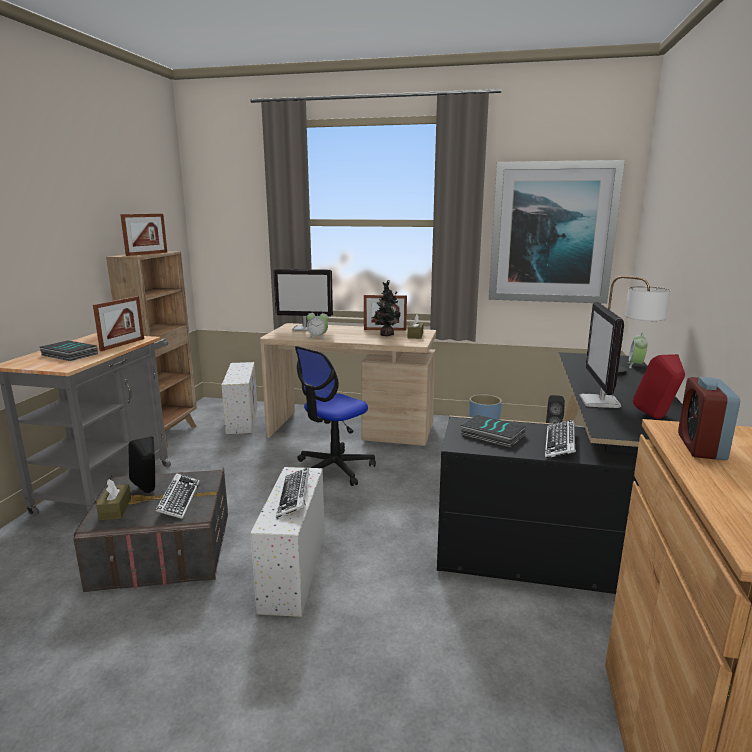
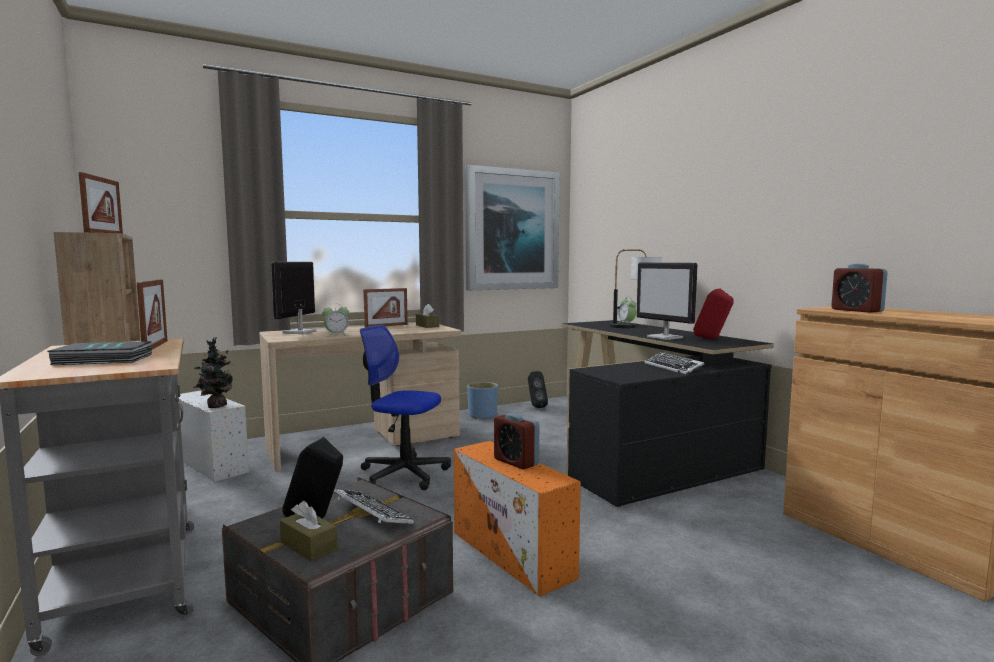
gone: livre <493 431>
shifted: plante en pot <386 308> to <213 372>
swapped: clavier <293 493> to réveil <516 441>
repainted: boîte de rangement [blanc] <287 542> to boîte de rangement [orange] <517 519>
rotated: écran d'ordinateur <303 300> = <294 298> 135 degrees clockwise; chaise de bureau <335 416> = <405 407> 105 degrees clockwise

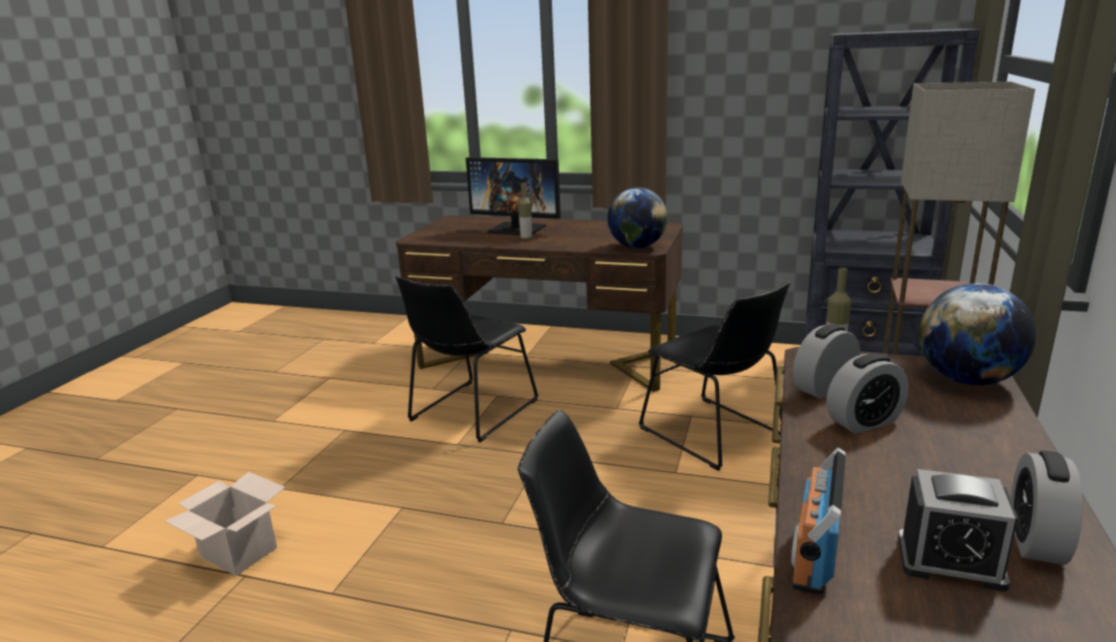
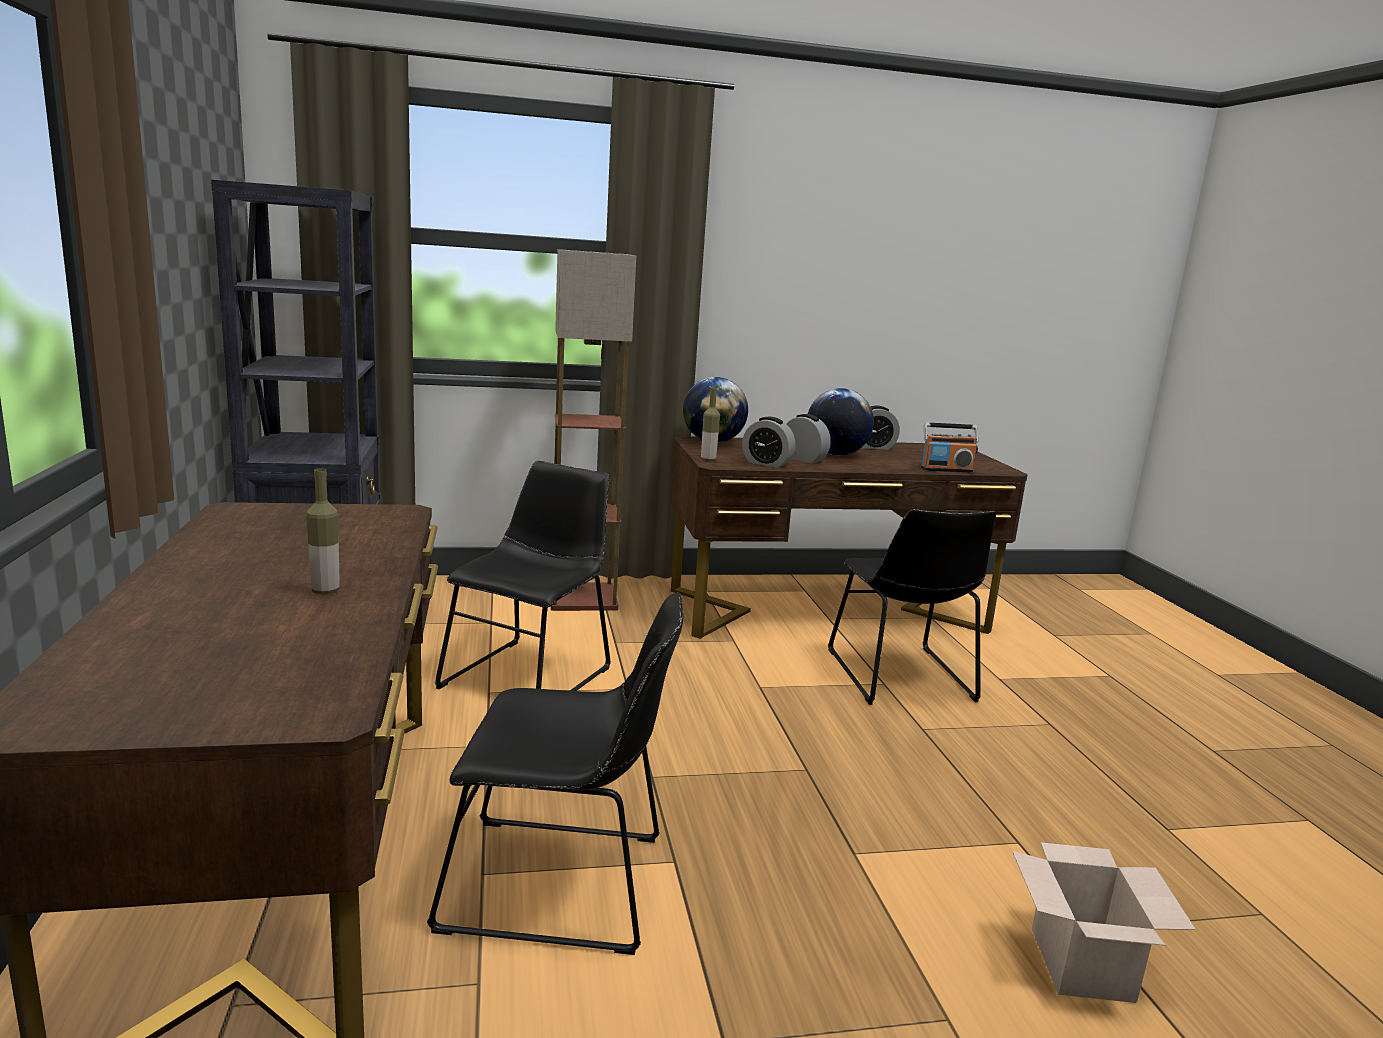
gone: écran d'ordinateur <513 196>; réveil <958 530>
shifted: globe <637 217> to <841 421>

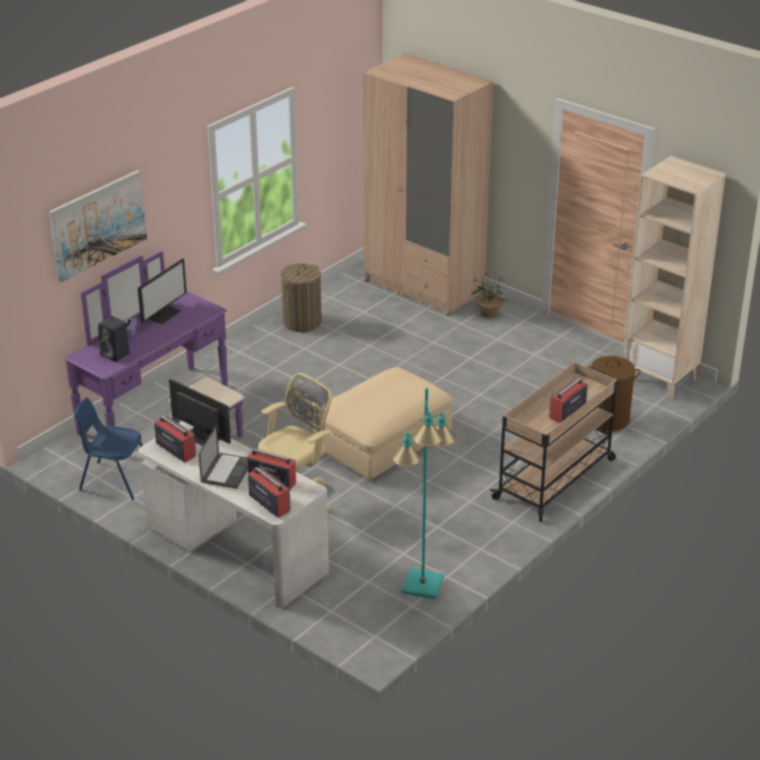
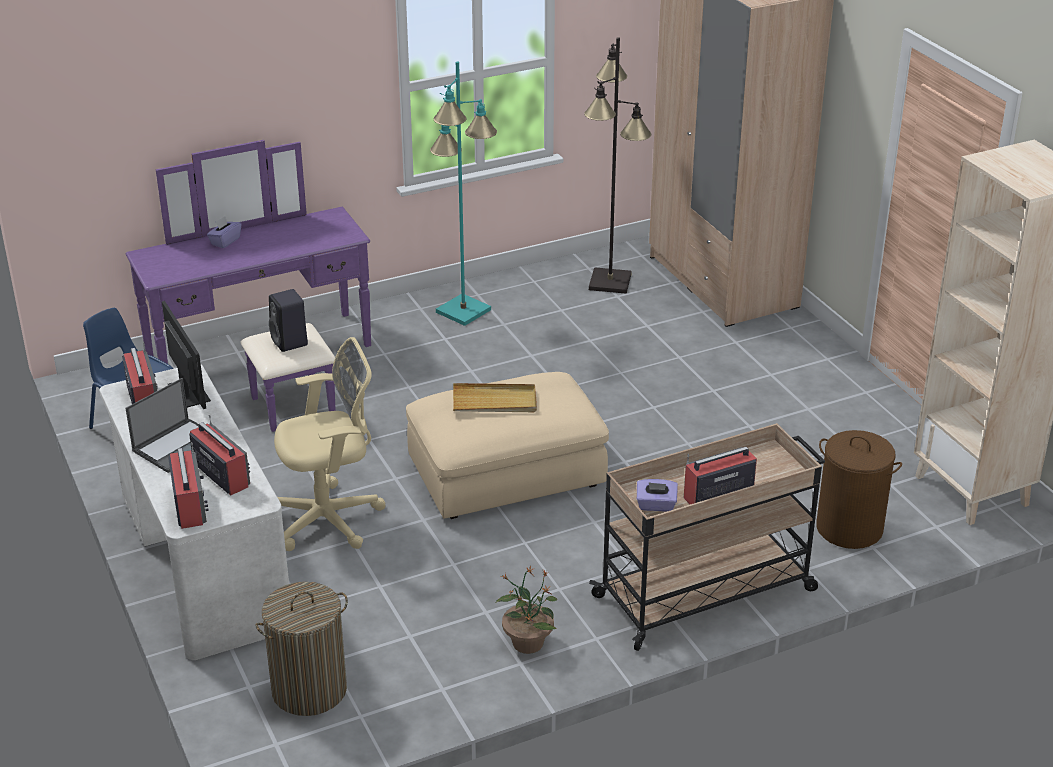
gone: tableau <98 226>; écran d'ordinateur <162 291>
new: plateau [beige] <495 397>; lampadaire [noir] <617 165>; boîte à mouchoirs [violet] <657 495>
shifted: panier à linge <301 297> to <302 649>; enceinte [noir] <114 339> to <288 320>; lampadaire [turquoise] <424 493> to <463 193>; plante en pot <489 294> to <527 610>

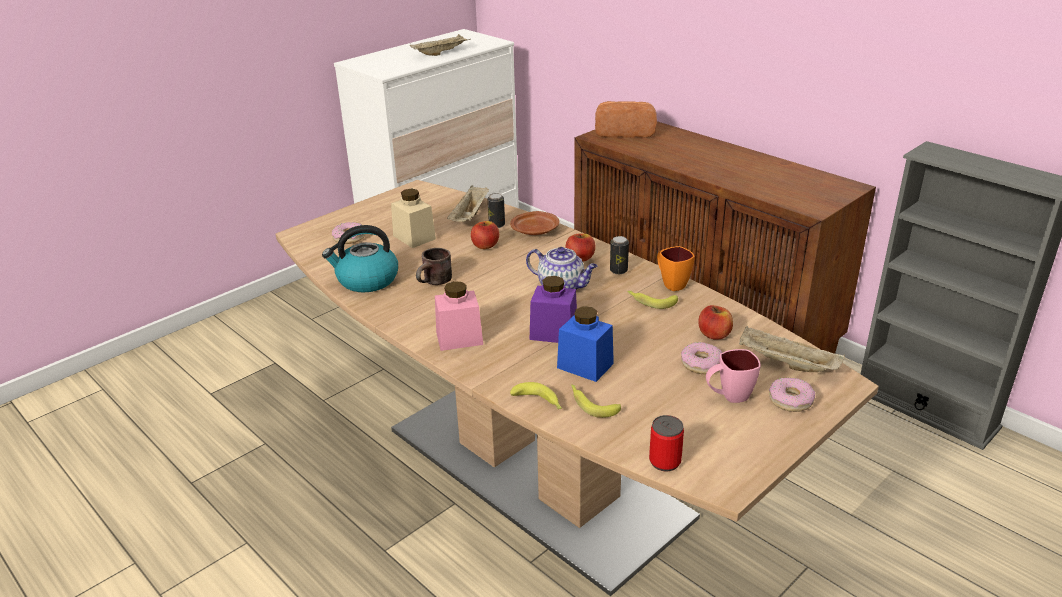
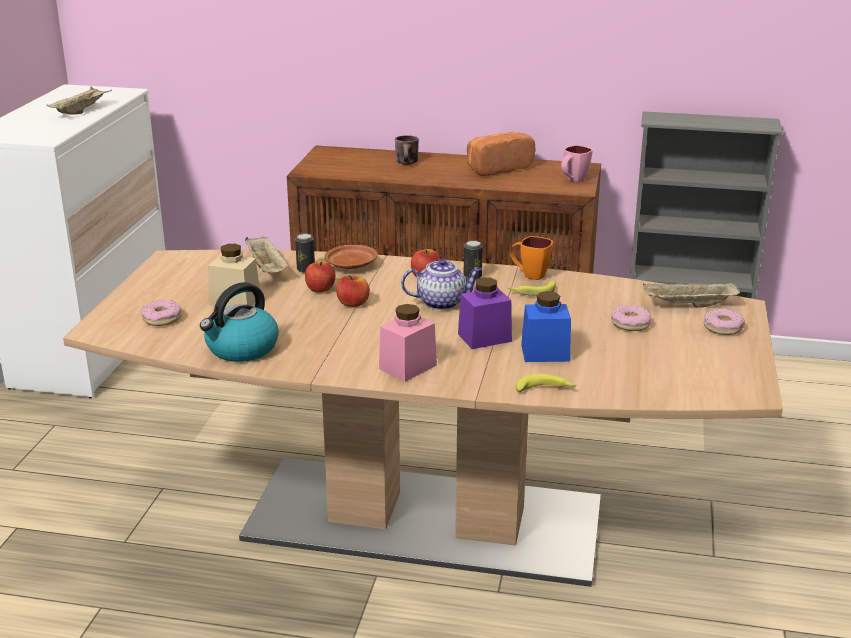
gone: banane <596 401>; boîte métallique <666 443>
shifted: pomme <715 322> to <353 291>; mug [marron] <434 266> to <407 150>; pain <626 119> to <501 154>; mug [rose] <733 376> to <577 163>

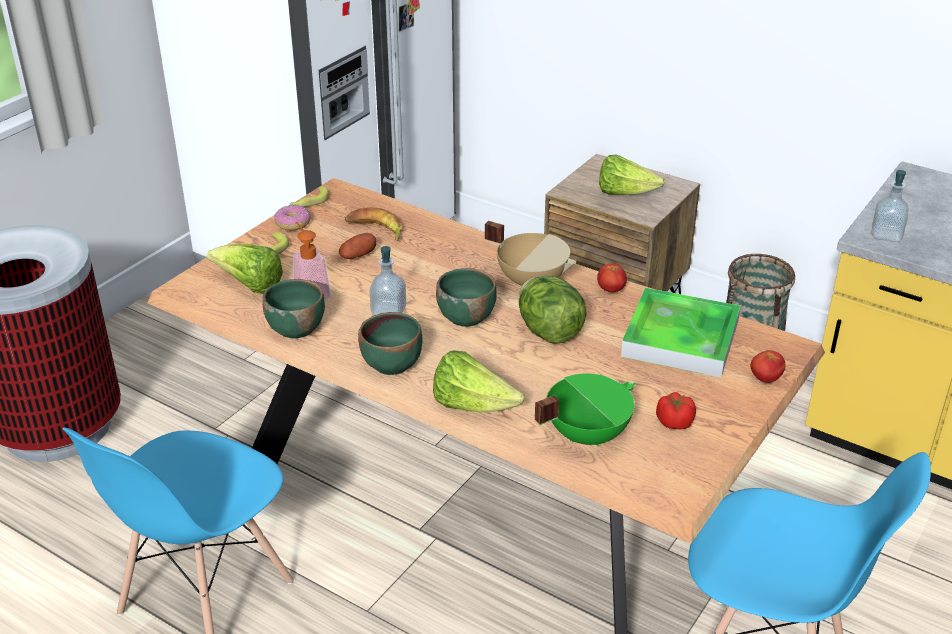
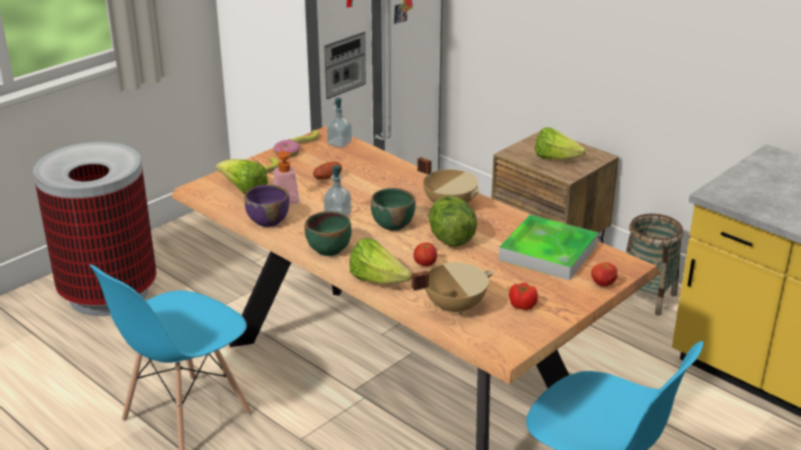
gone: banane <373 224>
shifted: distributeur de savon <889 206> to <339 123>; tomate <612 277> to <425 254>
repainted: bol [vert] <293 309> to bol [violet] <266 206>; marmite [vert] <585 410> to marmite [beige] <452 288>

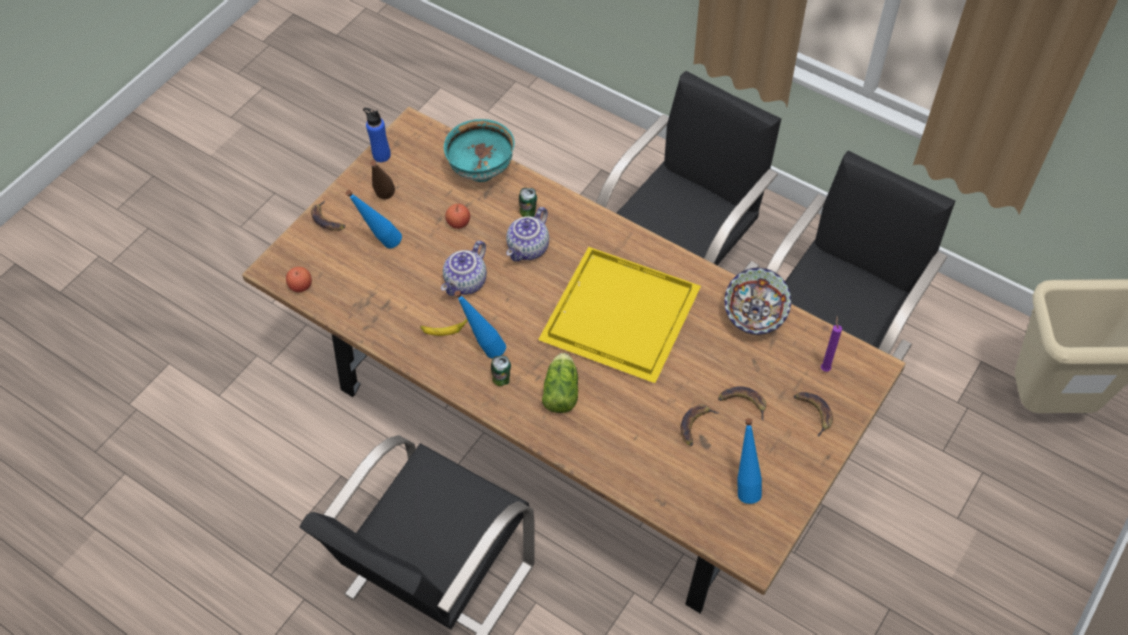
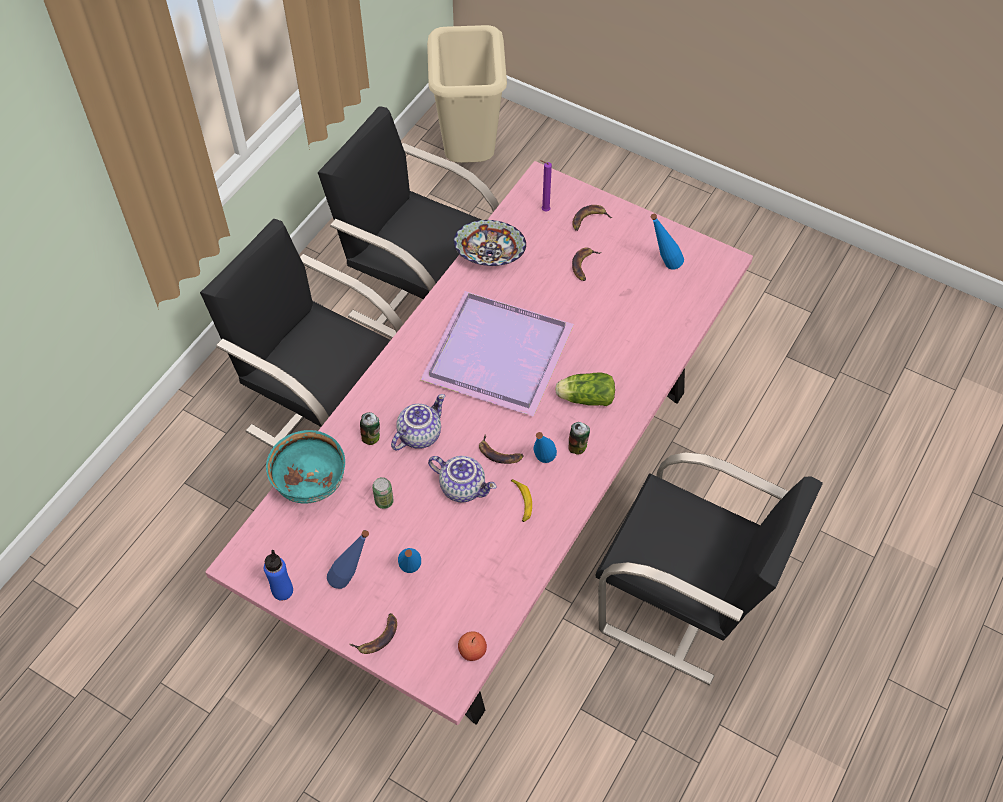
shifted: banane <700 425> to <501 449>
swapped: pomme <457 216> to boîte métallique <383 493>
repainted: table à manger [marron] <574 360> to table à manger [rose] <479 443>; bouteille [marron] <382 179> to bouteille [bleu] <348 559>; plateau [jaune] <619 315> to plateau [violet] <497 354>
rotated: théière <527 234> = <418 422> 75 degrees counterclockwise

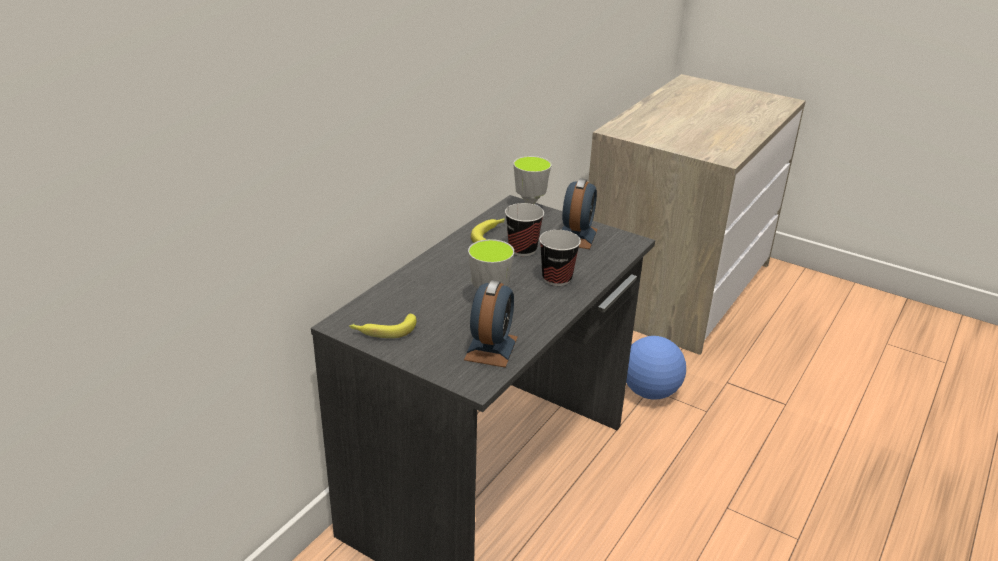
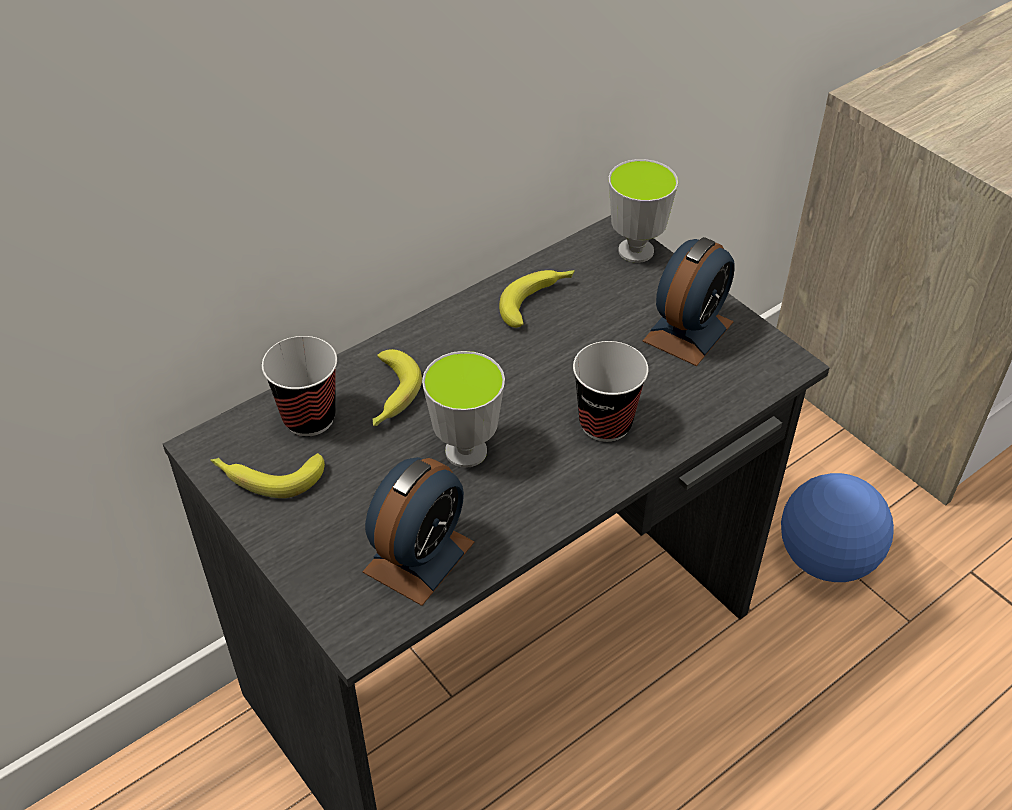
new: banane <397 387>
shifted: tasse <524 229> to <299 386>

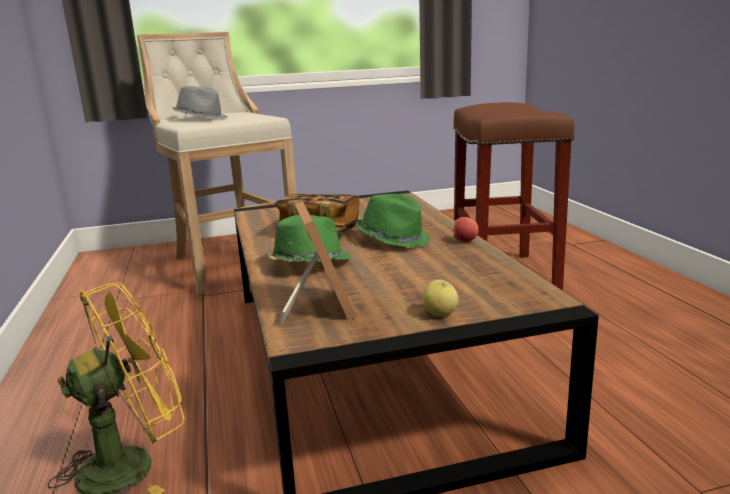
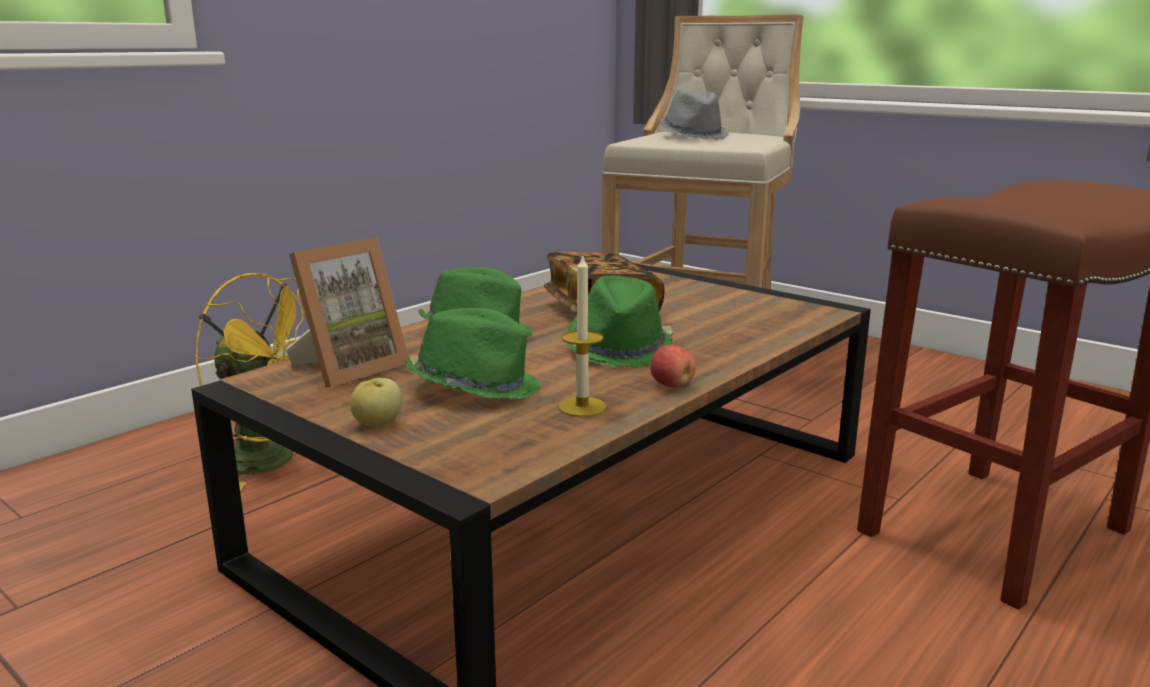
new: chapeau [vert] <473 353>; bougie <582 335>

